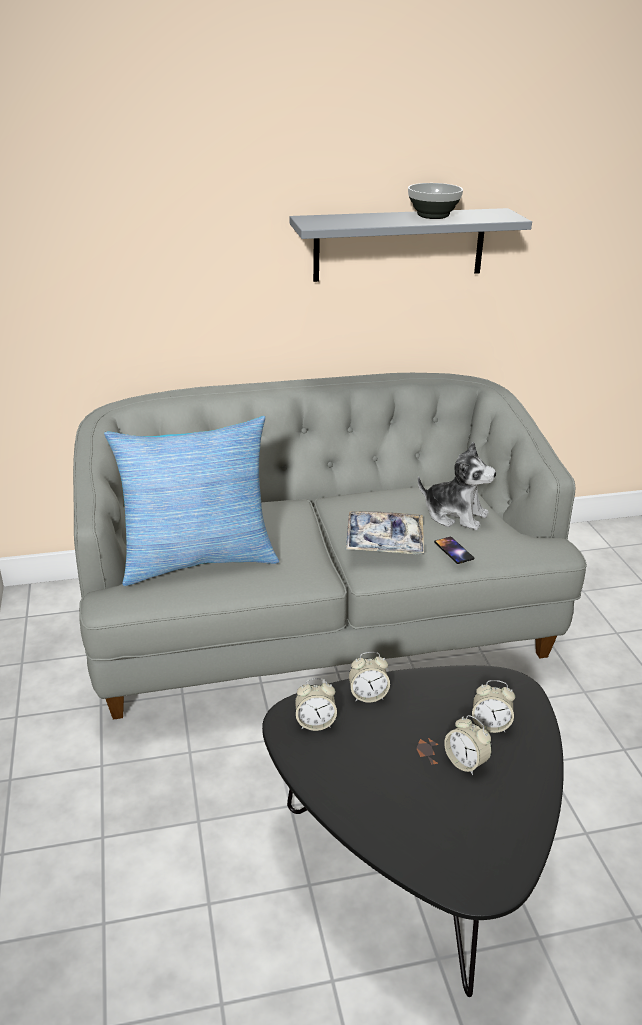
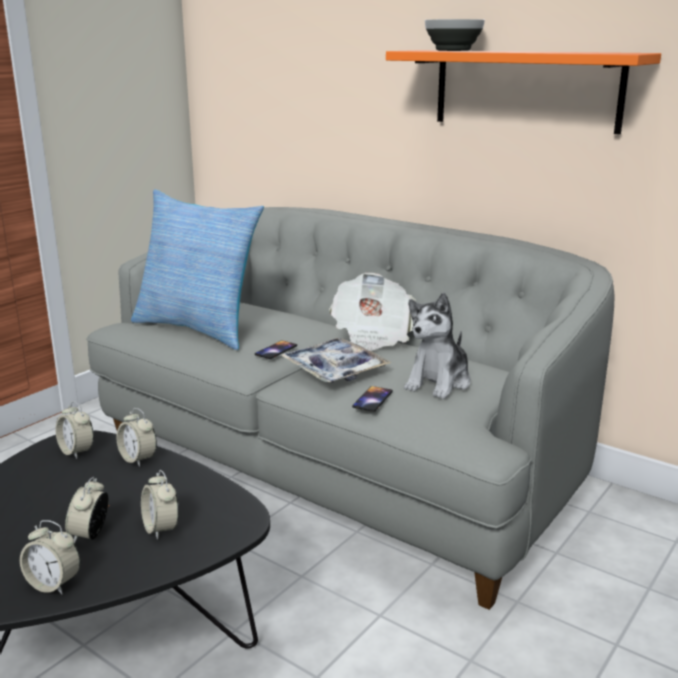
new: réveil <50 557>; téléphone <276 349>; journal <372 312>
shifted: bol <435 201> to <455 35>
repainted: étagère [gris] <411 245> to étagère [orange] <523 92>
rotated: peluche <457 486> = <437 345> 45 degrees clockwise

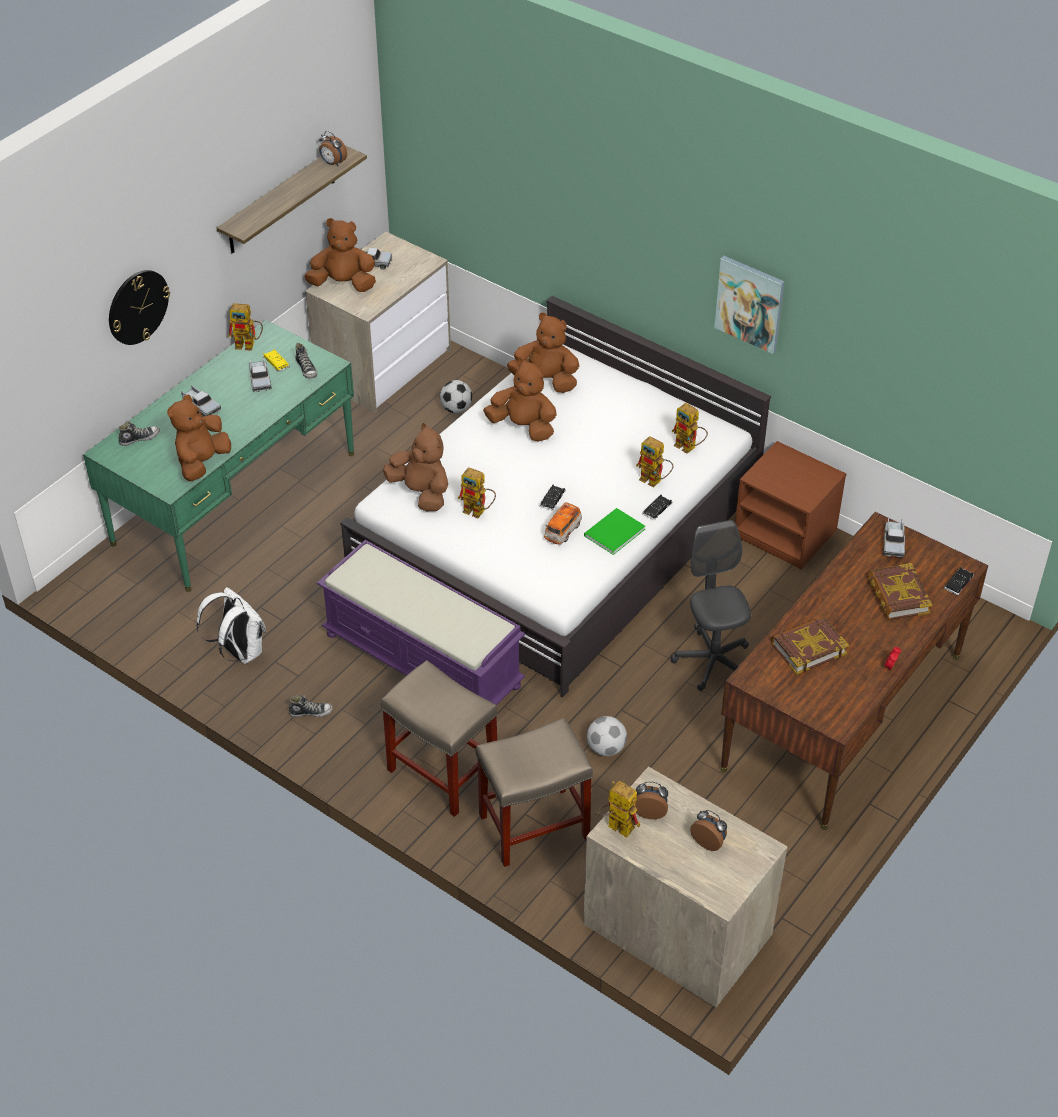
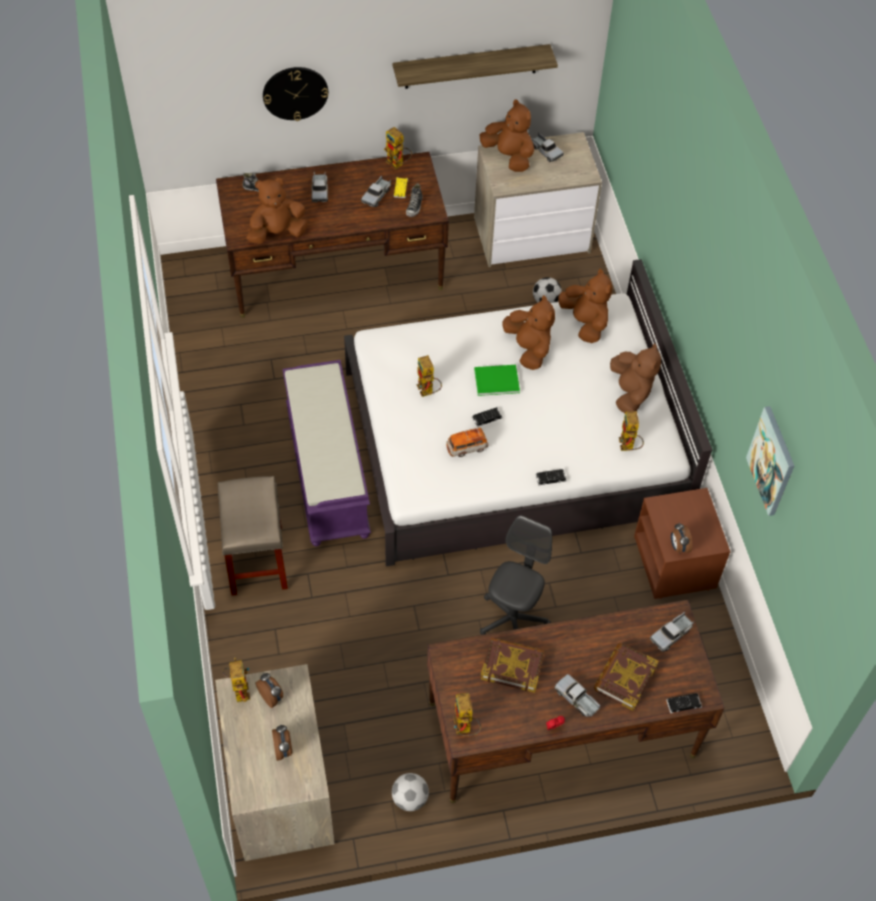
gone: sac à dos [blanc] <231 625>; chaussure <311 706>; tabouret [beige] <534 792>
new: camion jouet <577 695>
shifted: ballon de foot <607 736> to <410 792>; robot jouet <654 462> to <467 714>; livre [vert] <614 531> to <497 380>; peluche [marron] <415 467> to <635 378>; réveil <333 148> to <682 538>; tableau <749 305> to <770 461>
repainted: bureau [vert] <218 456> to bureau [marron] <332 235>

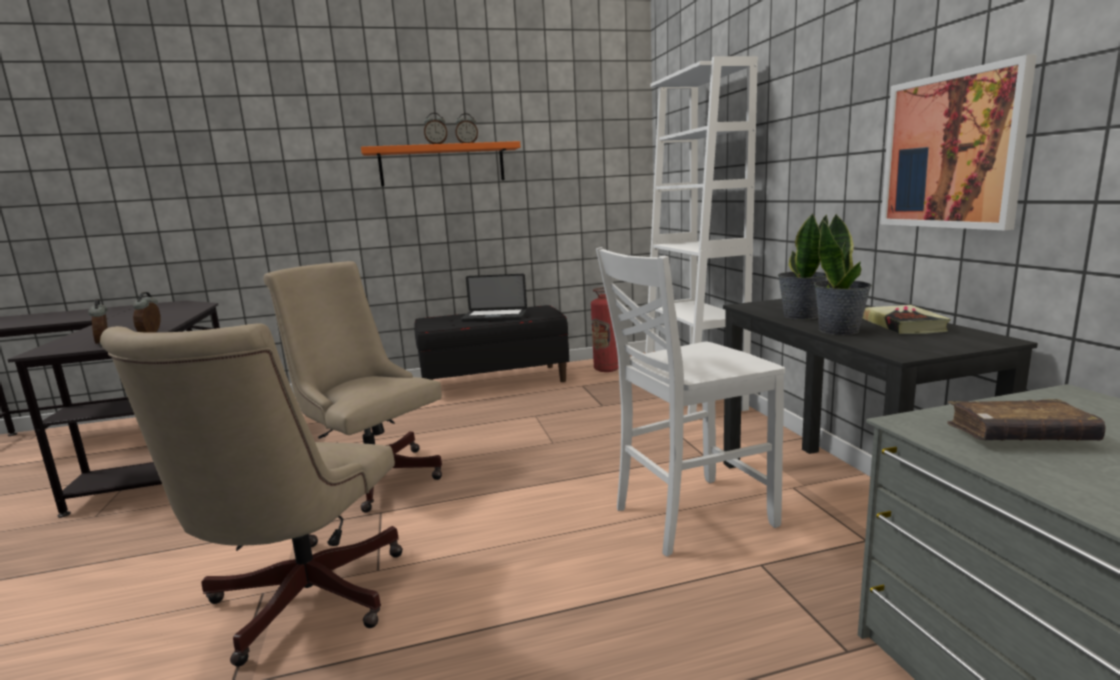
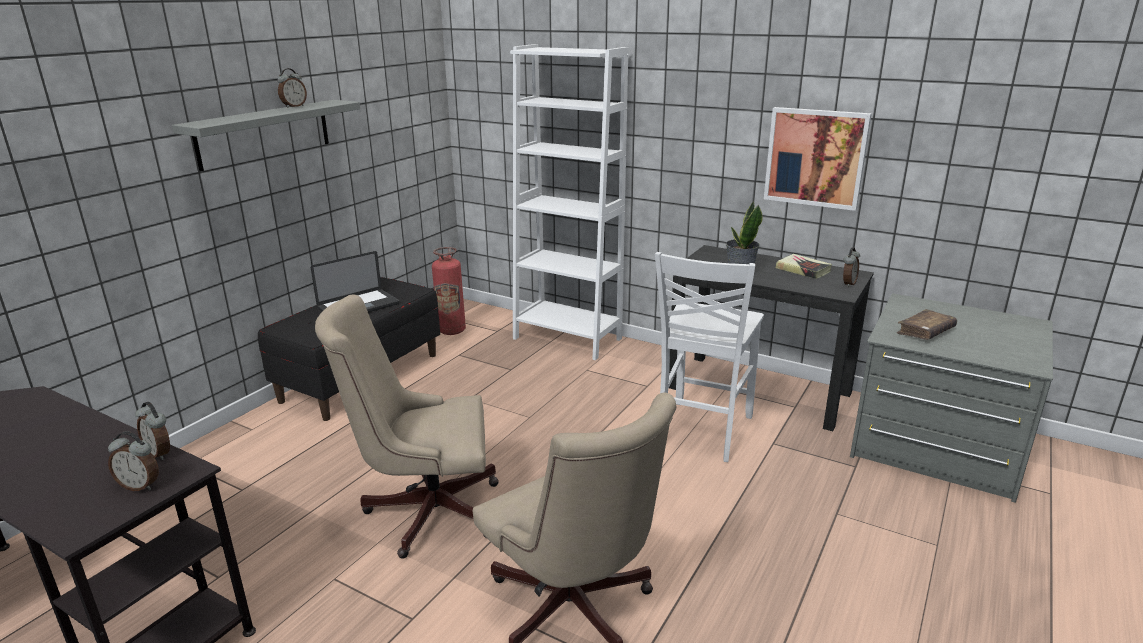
gone: plante en pot <843 274>
shifted: réveil <435 128> to <851 267>
repainted: étagère [orange] <441 163> to étagère [gris] <266 135>

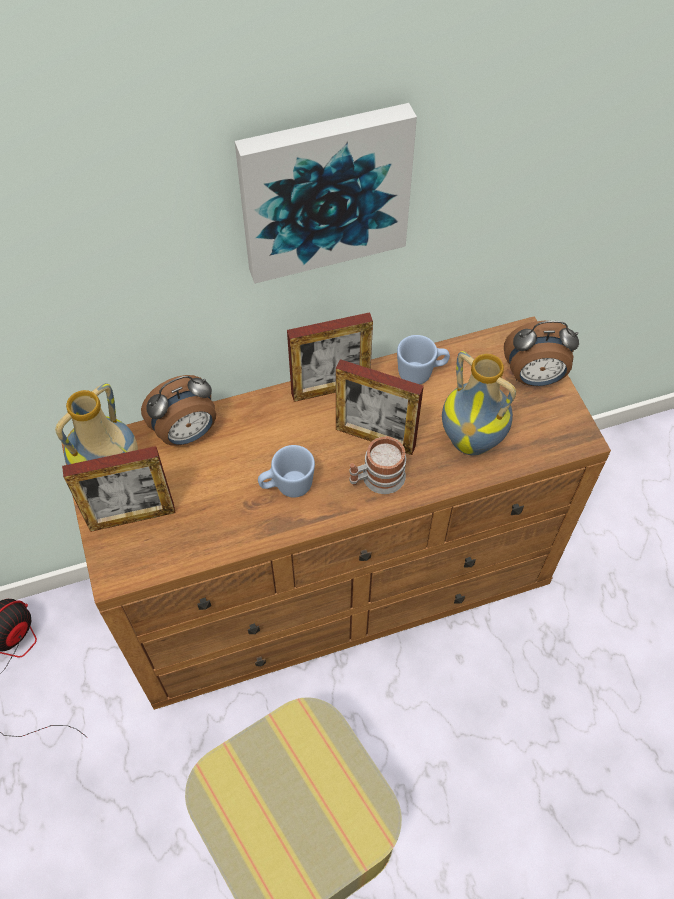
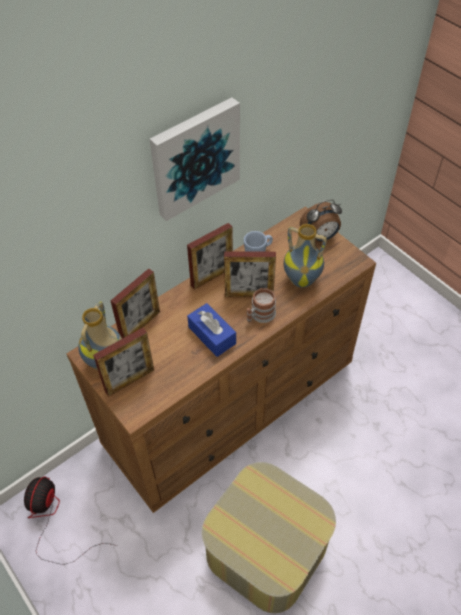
swapped: réveil <178 410> to cadre photo <135 303>; mug [bleu] <286 471> to boîte à mouchoirs [bleu] <211 330>

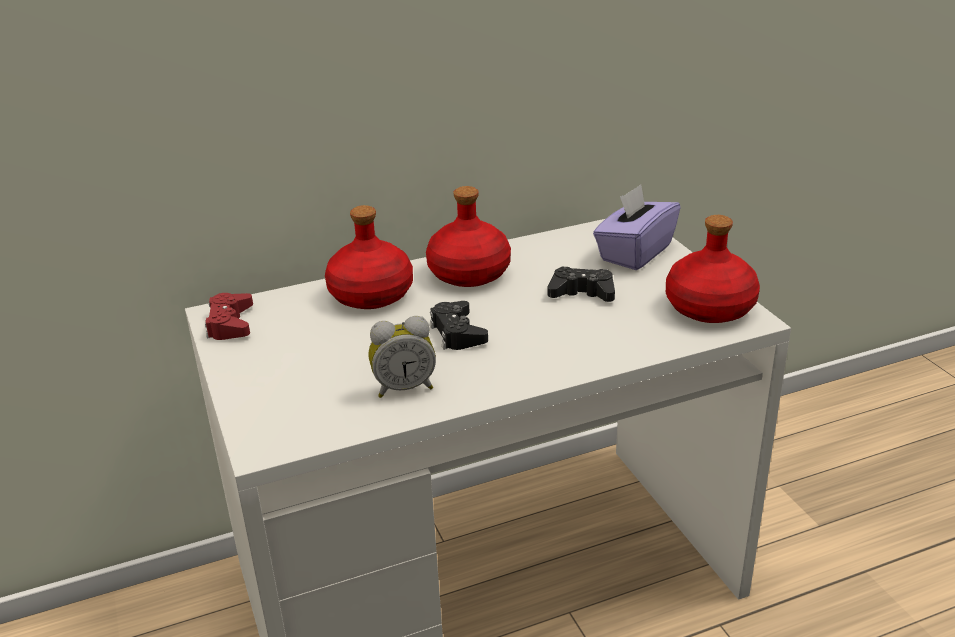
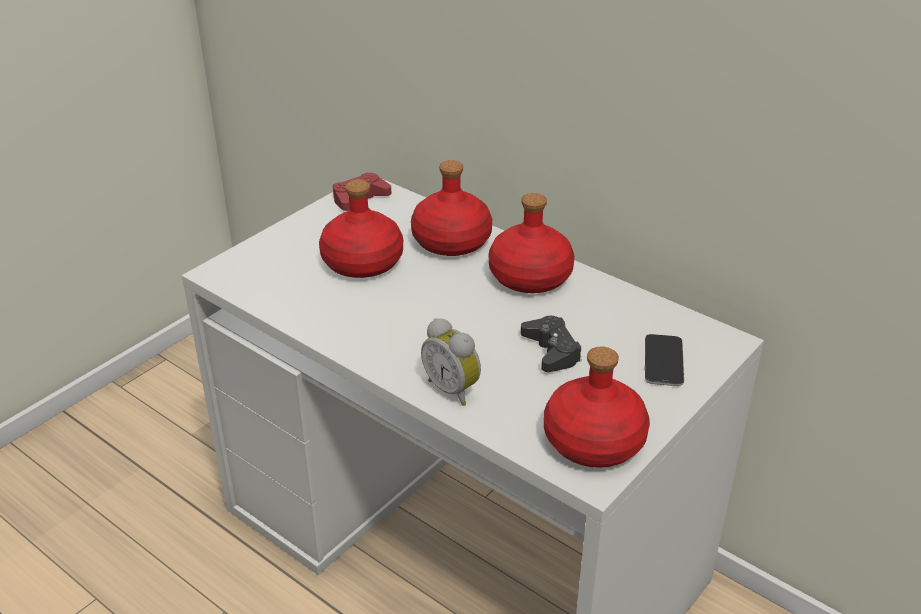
gone: manette [noir] <459 325>
new: bouteille [rouge] <361 228>
shifted: réveil <402 357> to <451 362>
swapped: boîte à mouchoirs [violet] <637 227> to téléphone <664 360>

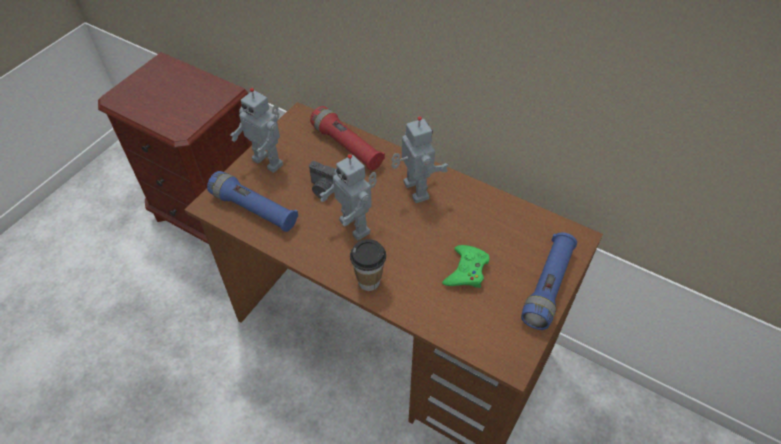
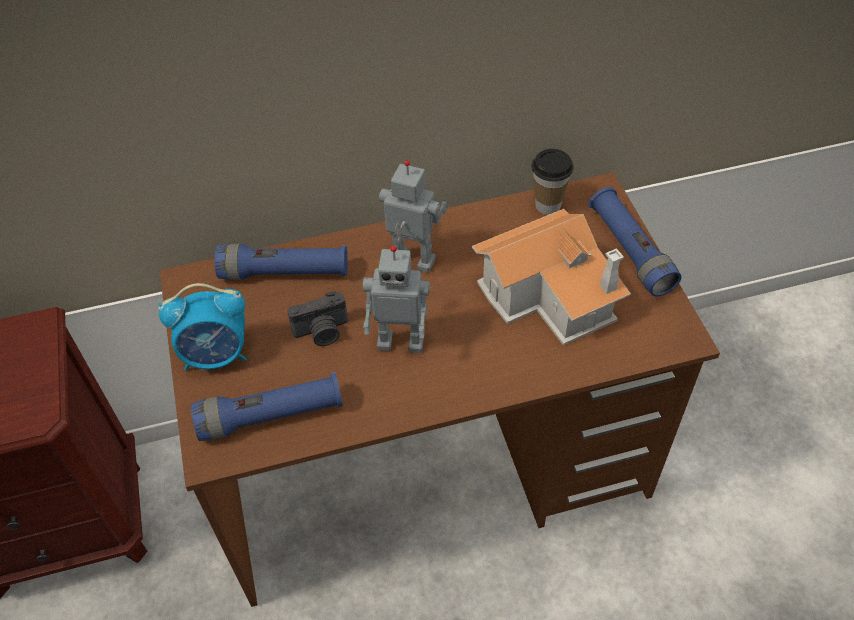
shifted: tasse <368 265> to <552 182>
swapped: robot jouet <256 130> to réveil <202 327>; manette [vert] <465 266> to maison miniature <551 277>
repainted: lampe de poche [rouge] <347 138> to lampe de poche [bleu] <281 262>

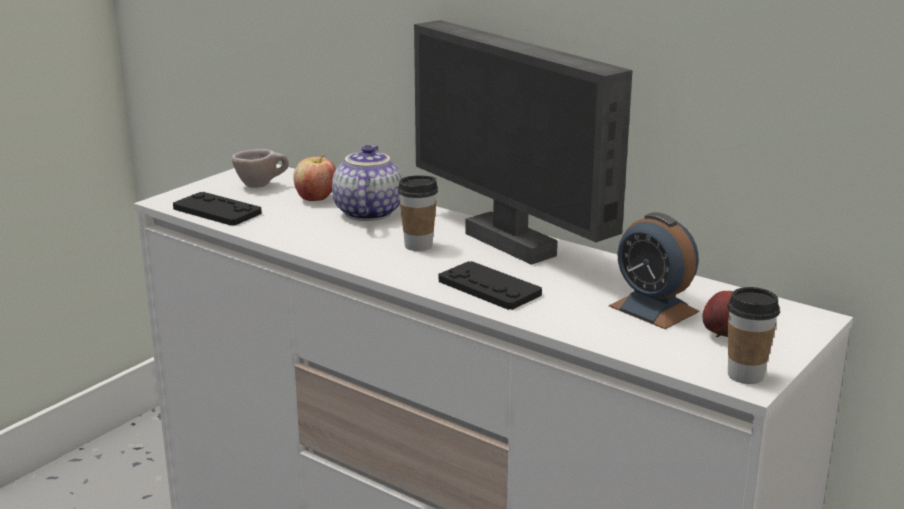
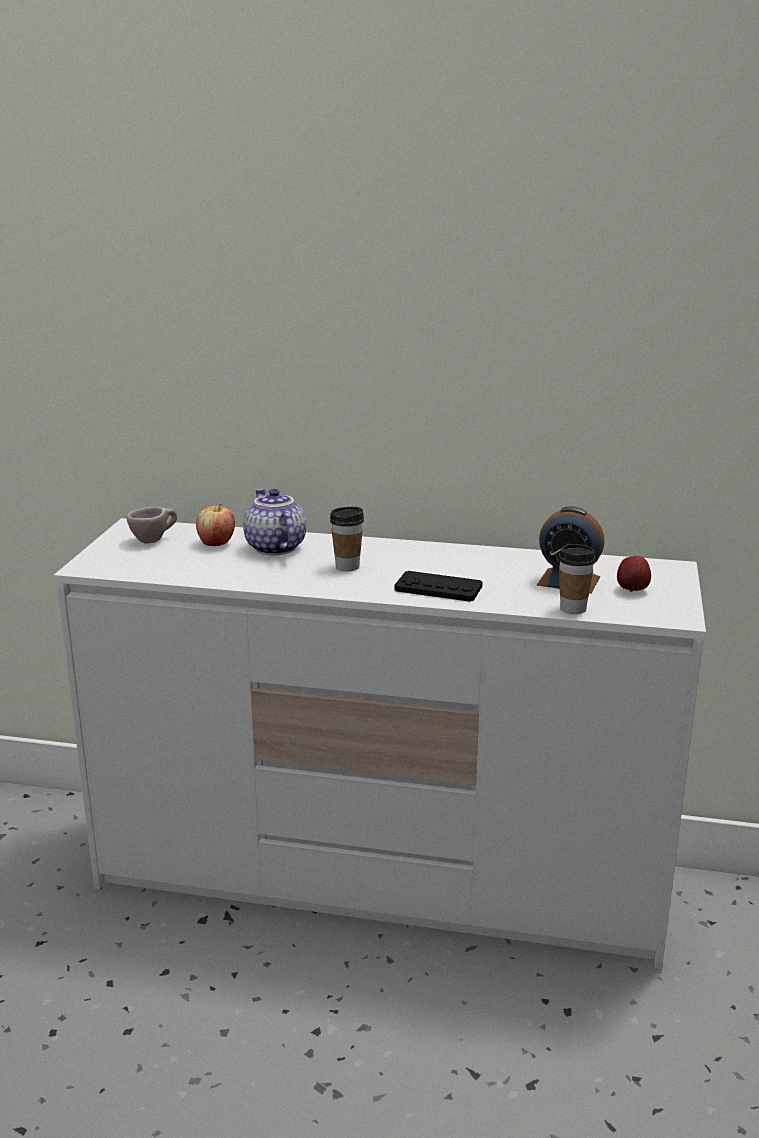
gone: manette [noir] <217 209>; écran d'ordinateur <523 142>
shifted: tasse <753 335> to <577 579>

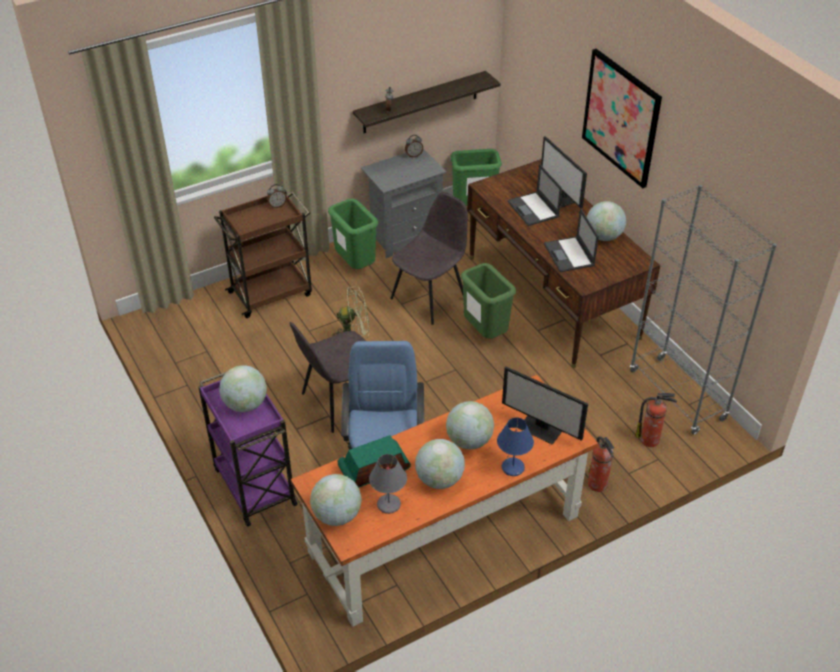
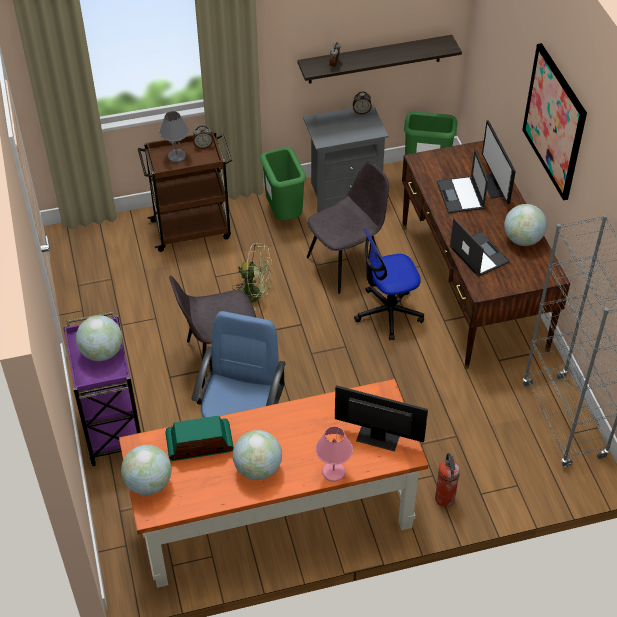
gone: globe <470 425>; extincteur <656 420>
shifted: lampe de table [gris] <388 484> to <174 137>
swapped: poubelle [vert] <488 300> to chaise de bureau <389 284>
repainted: lampe de table [bleu] <515 446> to lampe de table [rose] <334 454>
rotated: écran d'ordinateur <545 406> = <381 418> 150 degrees clockwise; ordinateur portable <571 240> = <480 247> 150 degrees clockwise

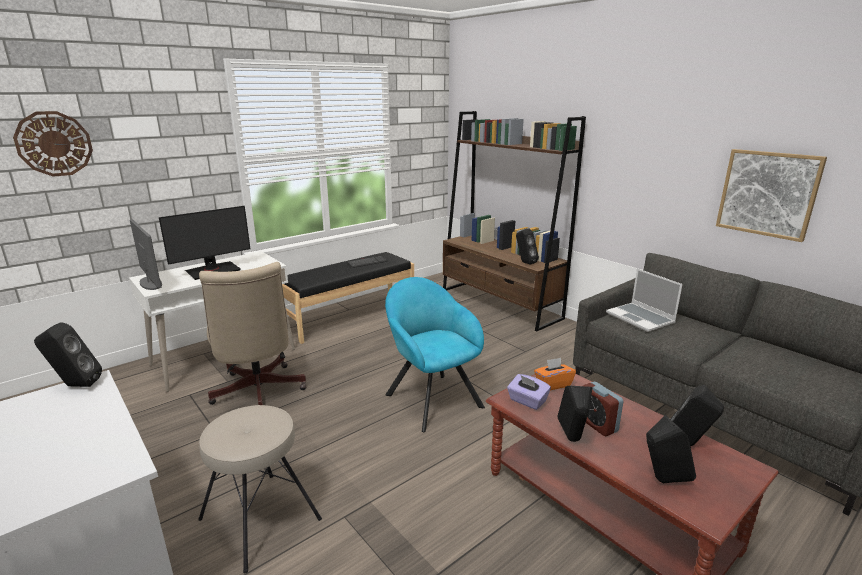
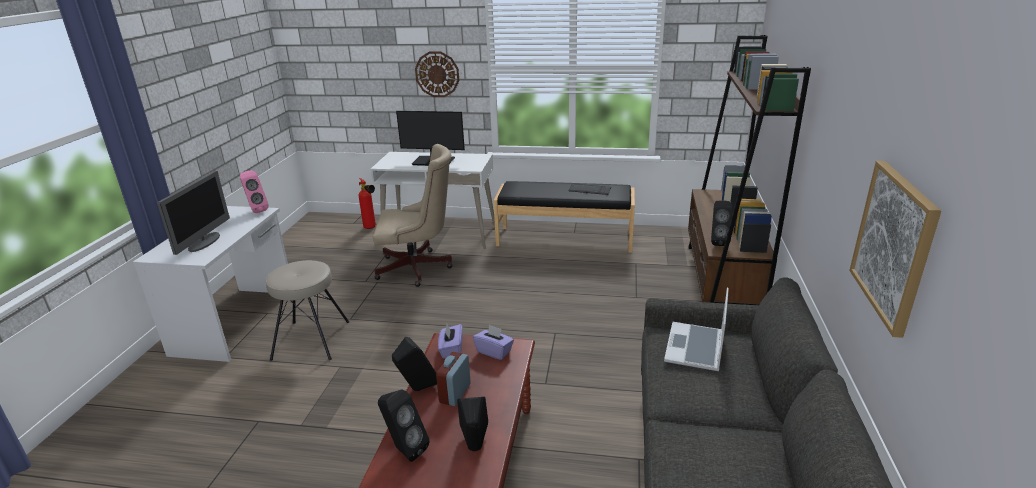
gone: fauteuil [turquoise] <435 354>
new: extincteur <367 203>
shifted: écran d'ordinateur <146 254> to <193 213>; horloge murale <53 144> to <437 74>
repainted: enceinte [noir] <68 354> to enceinte [rose] <254 191>; boîte à mouchoirs [orange] <555 374> to boîte à mouchoirs [violet] <493 342>
rotated: chaise de bureau [beige] <252 333> = <412 215> 120 degrees counterclockwise

